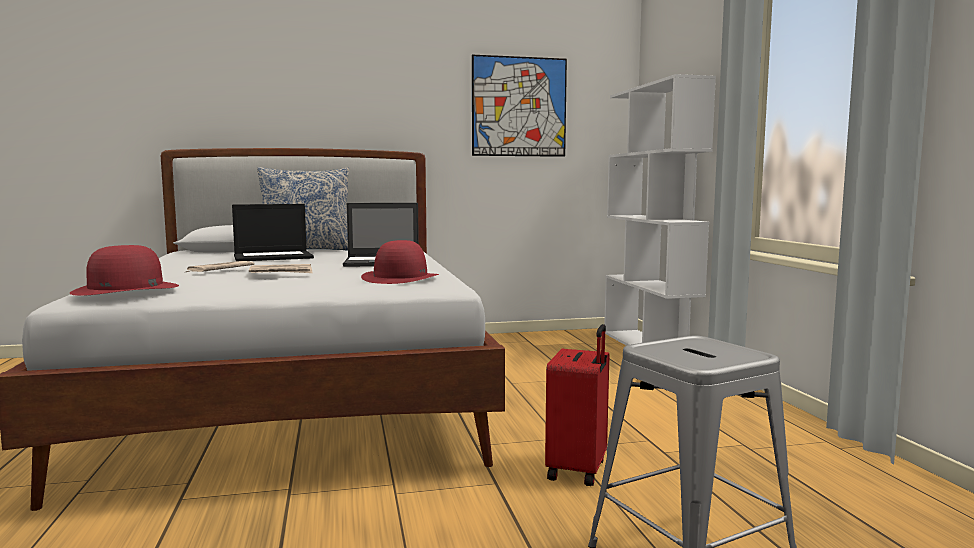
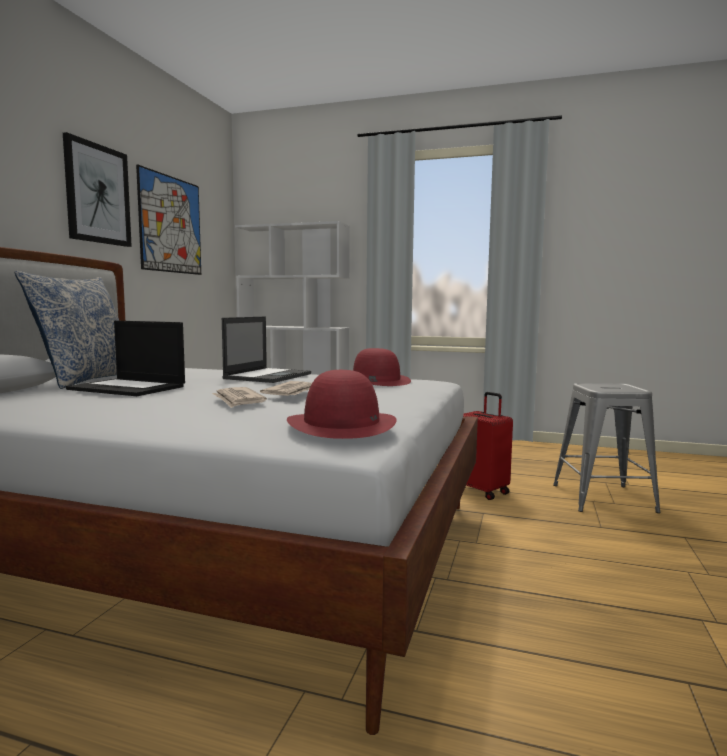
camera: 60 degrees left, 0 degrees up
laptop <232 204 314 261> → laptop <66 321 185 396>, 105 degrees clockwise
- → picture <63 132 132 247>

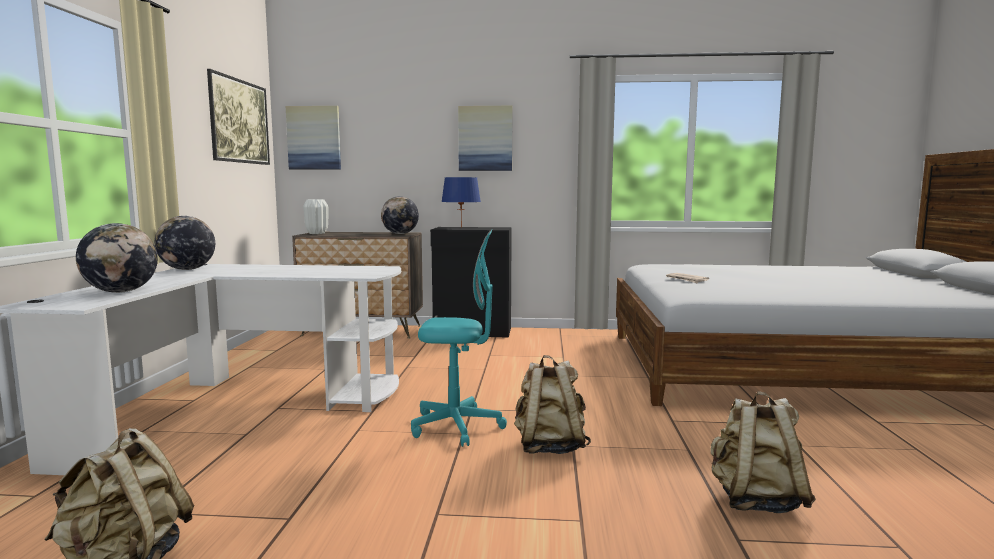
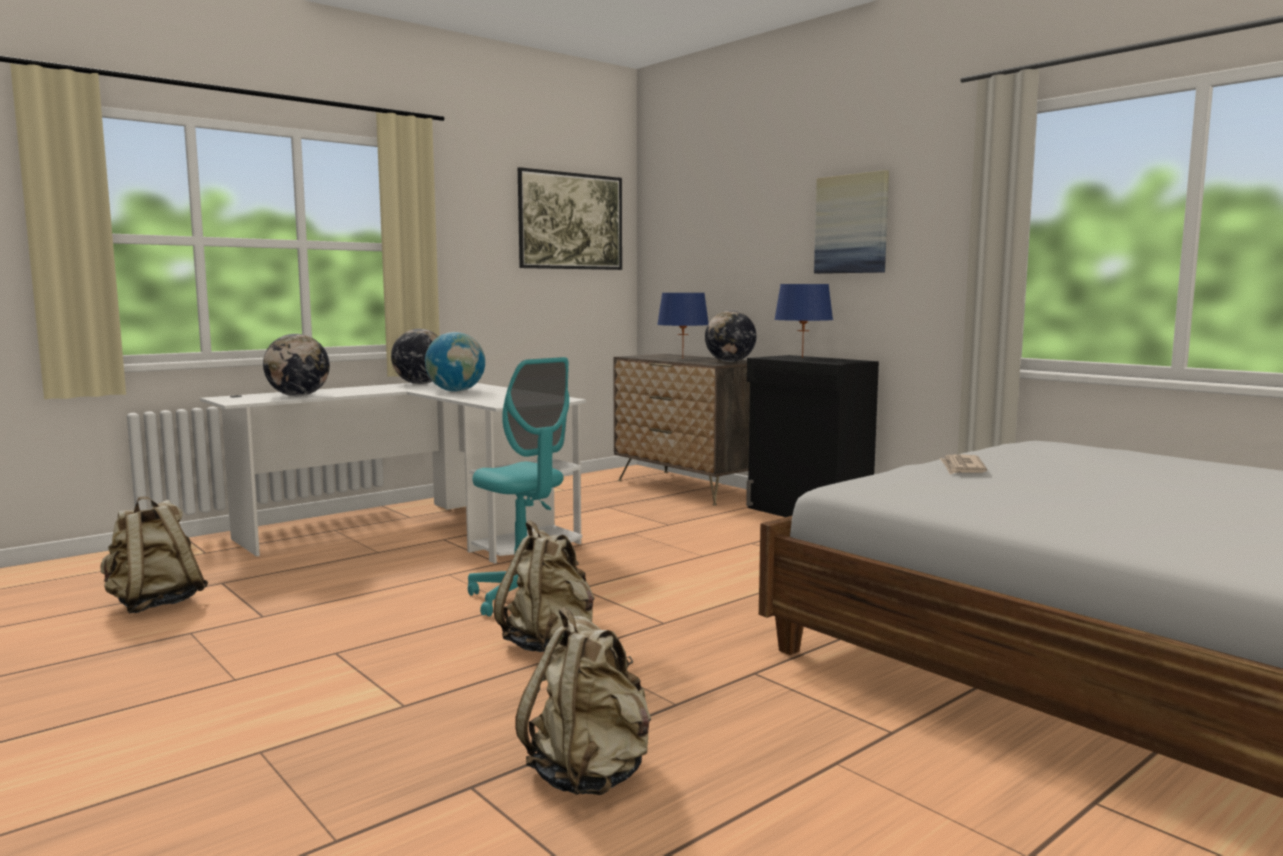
camera: 45 degrees right, 0 degrees up
picture <286 106 341 169> → -
vase in white <303 199 329 234> → -
- → globe <425 332 485 392>
- → table lamp in blue <657 293 708 359>

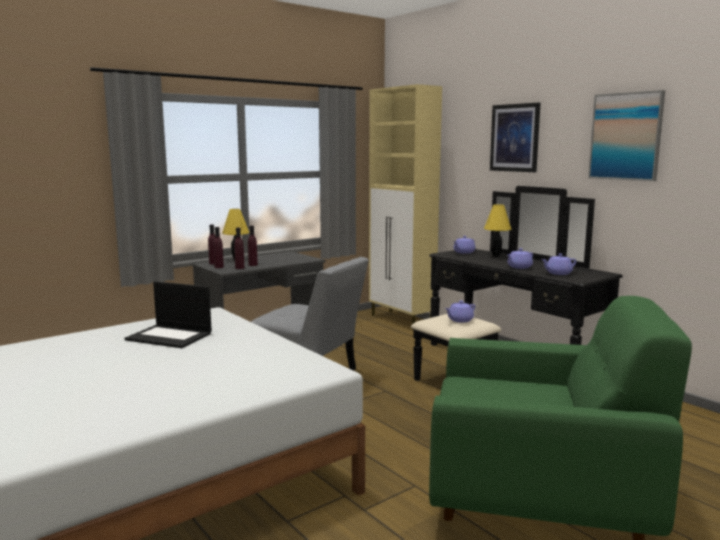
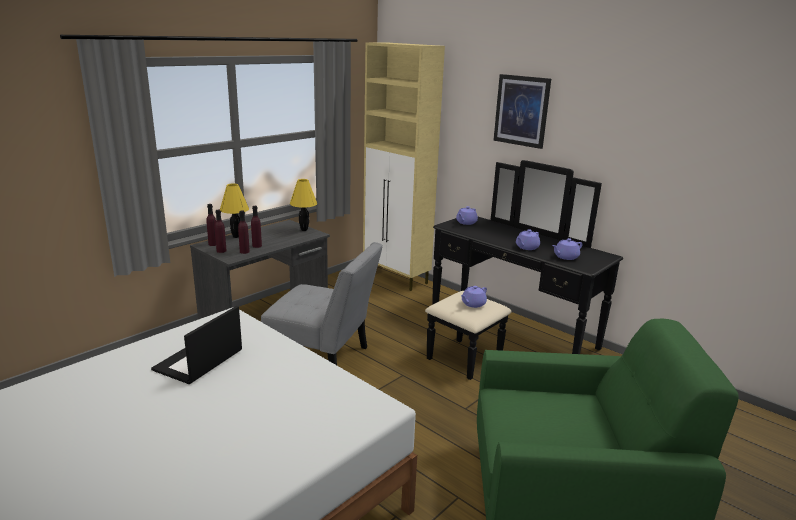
camera: 10 degrees left, 10 degrees up
laptop <125 281 212 348> → laptop <151 306 242 384>, 105 degrees clockwise
table lamp in yellow <484 204 512 257> → table lamp in yellow <290 179 317 231>, moved
picture <588 90 665 181> → -

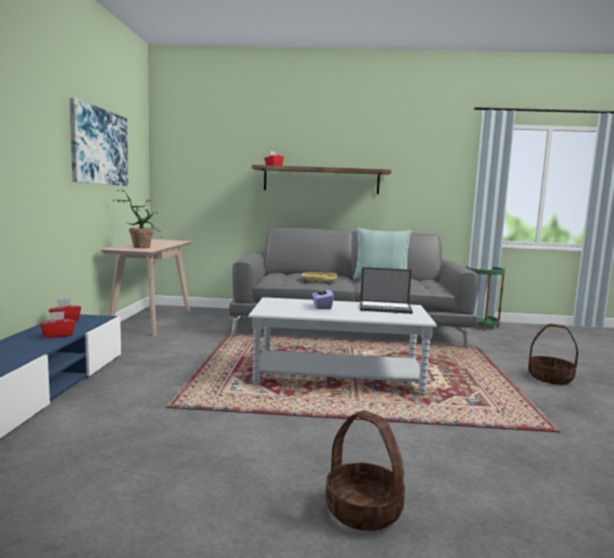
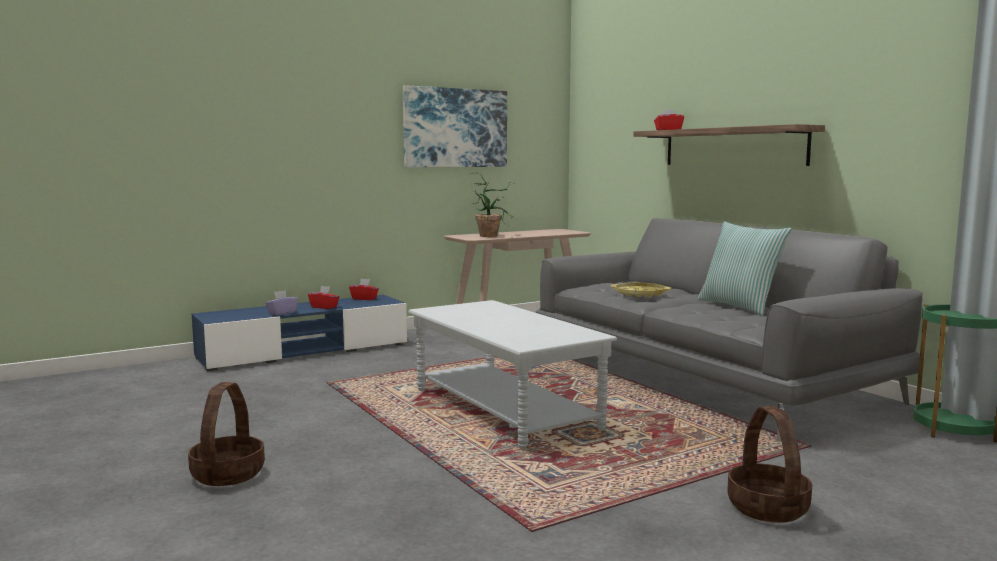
camera: 55 degrees right, 0 degrees up
tissue box in purple <312 286 334 309> → tissue box in purple <265 290 298 315>, moved
laptop <360 267 413 314> → -

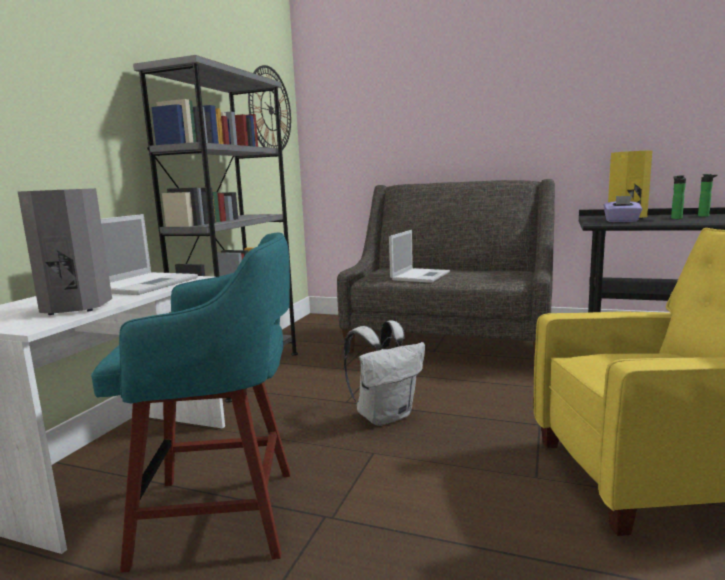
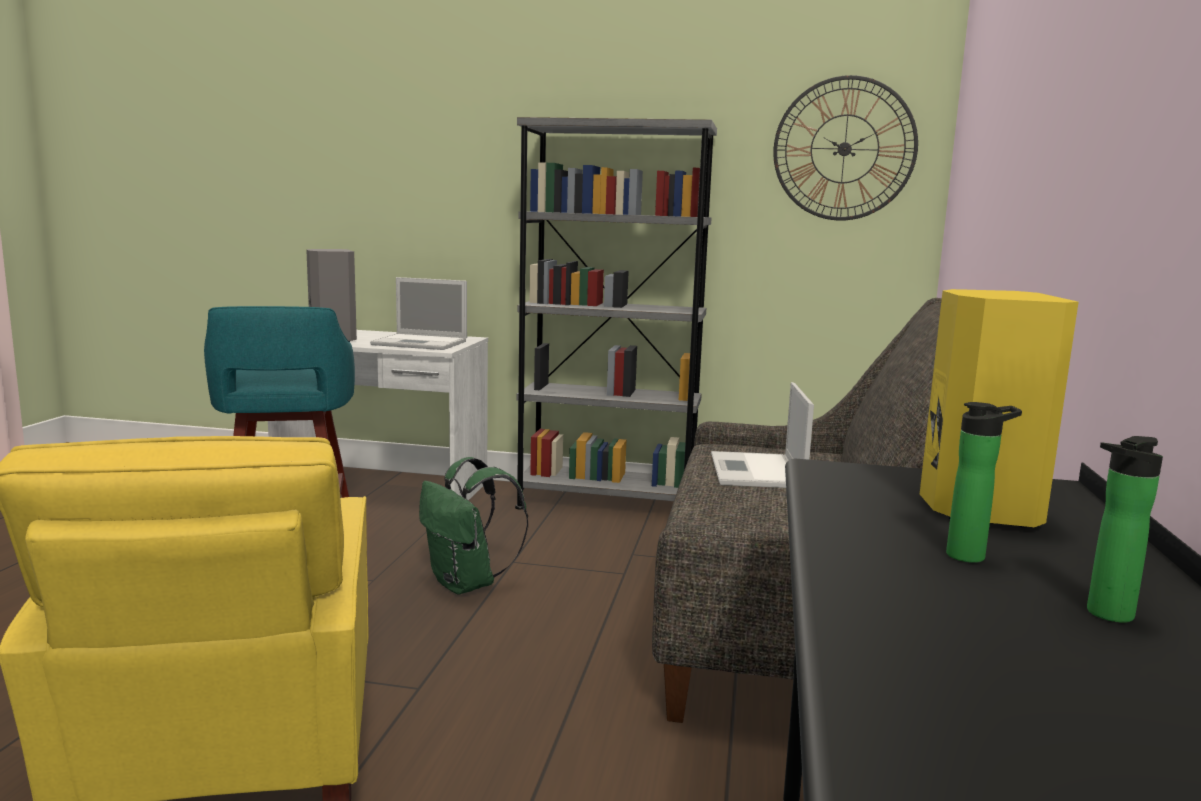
camera: 80 degrees right, 0 degrees up
backpack in white <344 320 425 426> → backpack in green <419 457 528 595>
laptop <389 230 450 283> → laptop <711 382 814 488>, 75 degrees clockwise
tissue box in purple <603 196 642 222> → -

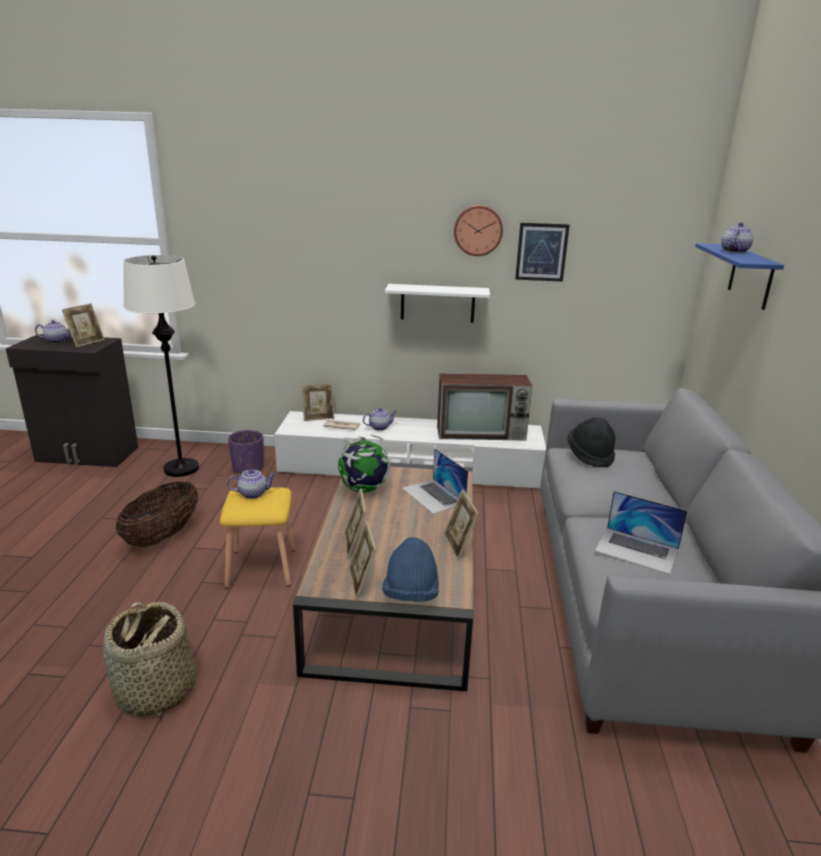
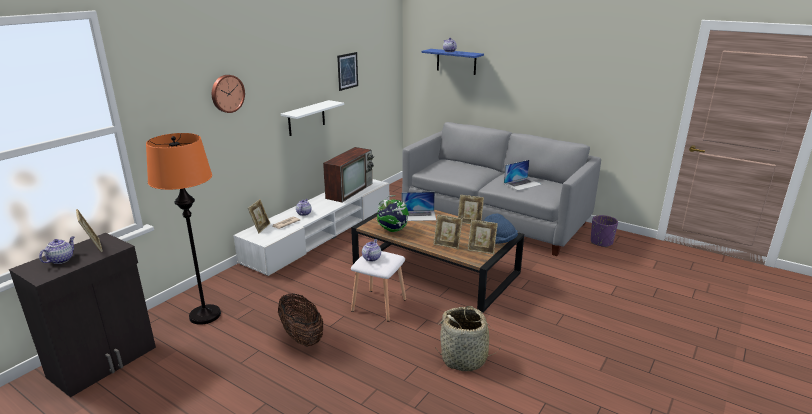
camera: 60 degrees left, 0 degrees up
floor lamp in white <123 255 199 477> → floor lamp in orange <146 133 221 325>
stool in yellow <220 487 295 589> → stool in white <351 251 406 321>
planter in purple <228 430 264 474> → planter in purple <591 215 618 247>, moved
wall clock <454 205 503 256> → wall clock <212 75 245 113>, moved
hat in black <567 417 615 467> → -

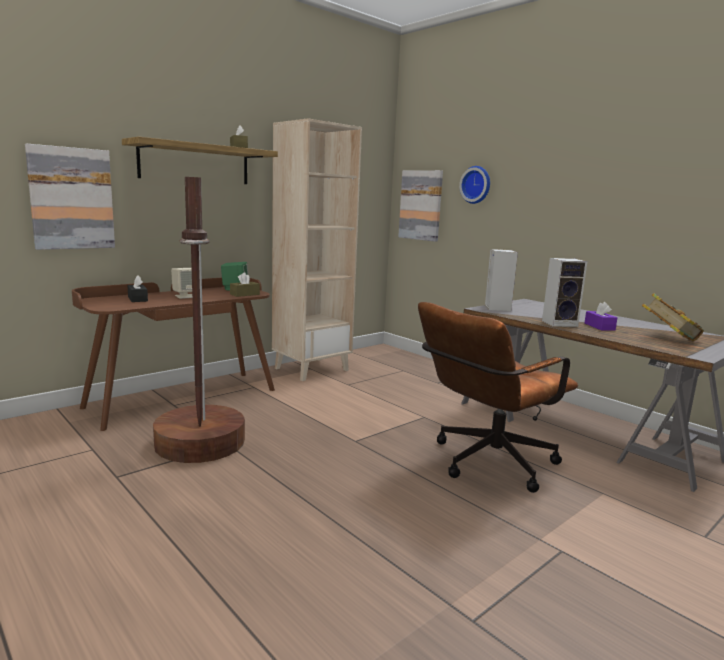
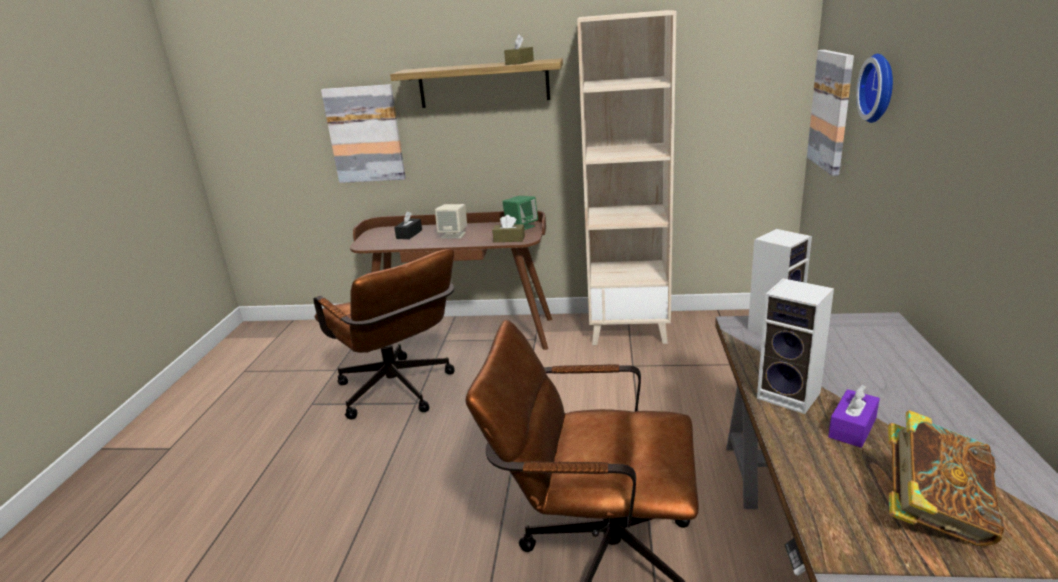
camera: 50 degrees right, 10 degrees up
floor lamp in brown <153 177 245 463> → office chair in brown <314 249 455 420>

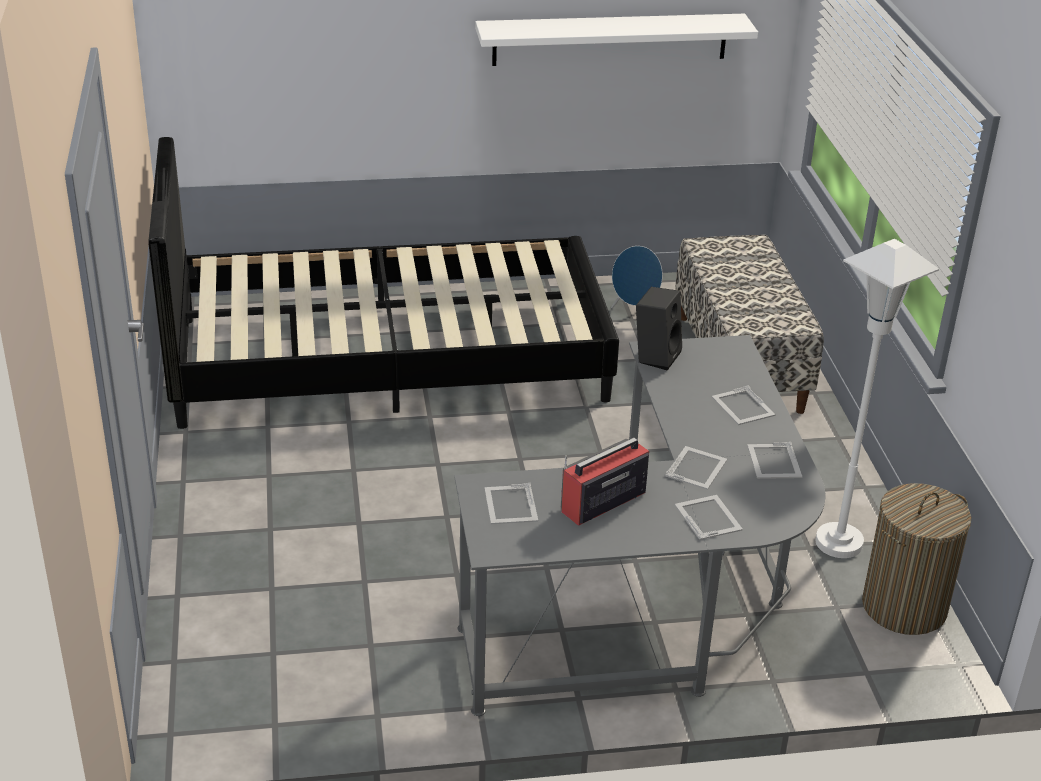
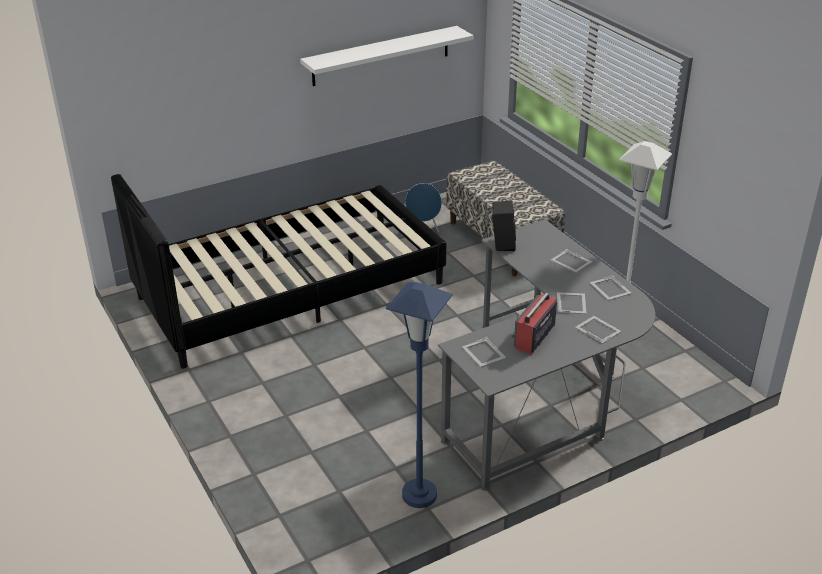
camera: 20 degrees left, 0 degrees up
laundry basket <862 483 971 635> → -
- → floor lamp in blue <386 282 453 508>

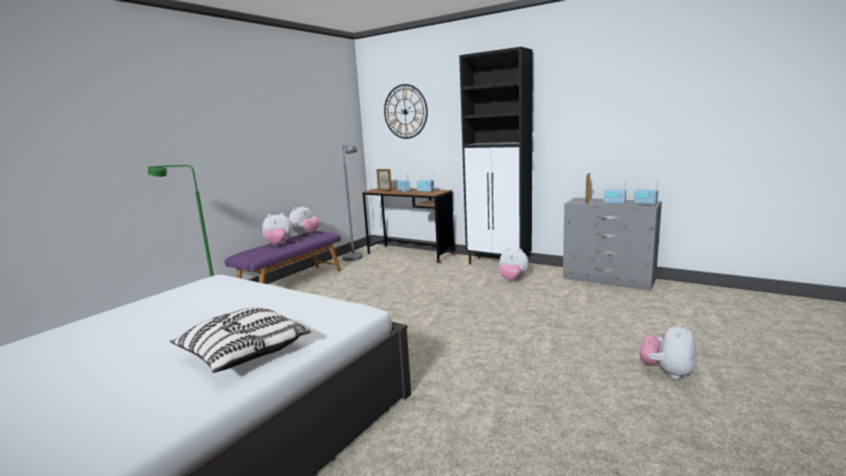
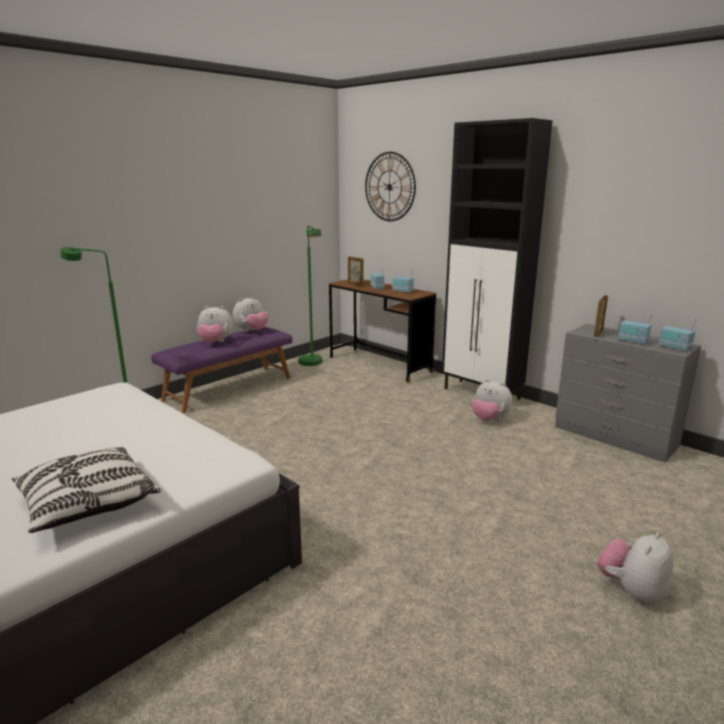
camera: 10 degrees right, 5 degrees up
floor lamp in grey <342 145 363 261> → floor lamp in green <298 225 322 366>

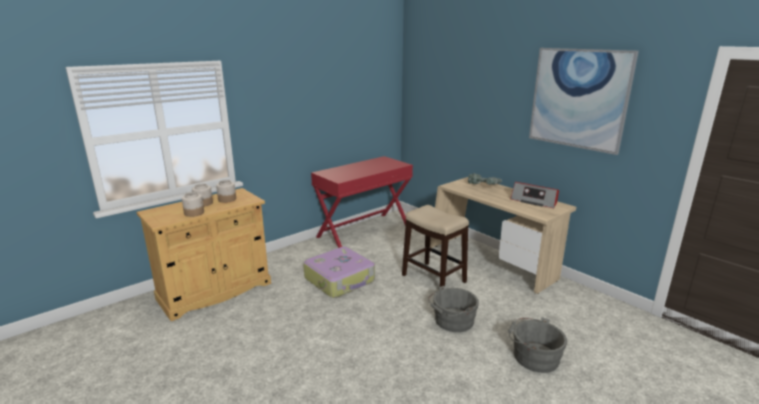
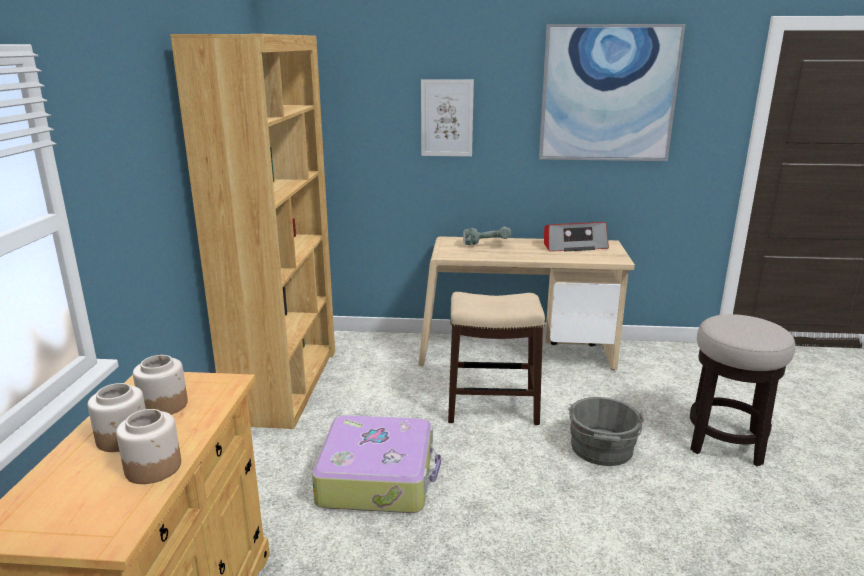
camera: 45 degrees left, 0 degrees up
console table in red <311 156 413 248> → bookcase in brown <170 34 335 429>
bucket in grey <508 317 567 373> → stool <690 314 795 466>
- → picture <421 79 474 157>

